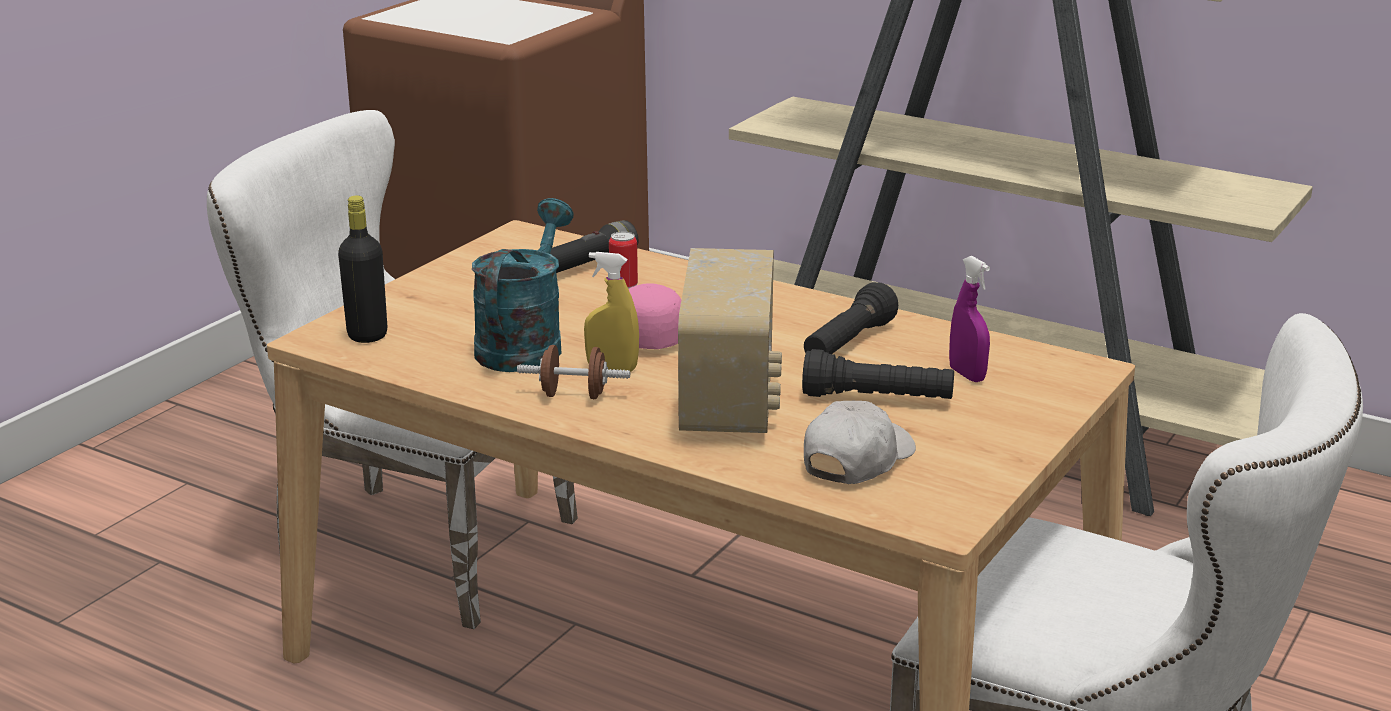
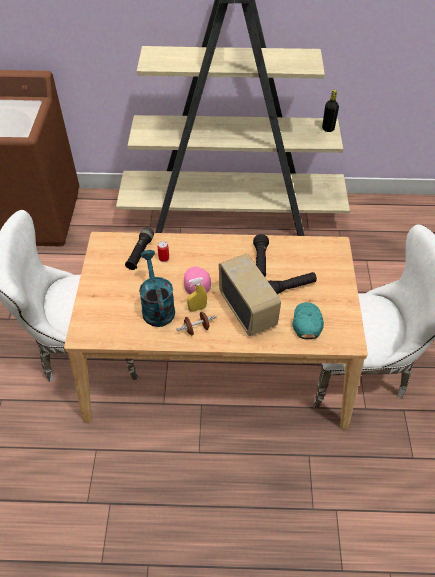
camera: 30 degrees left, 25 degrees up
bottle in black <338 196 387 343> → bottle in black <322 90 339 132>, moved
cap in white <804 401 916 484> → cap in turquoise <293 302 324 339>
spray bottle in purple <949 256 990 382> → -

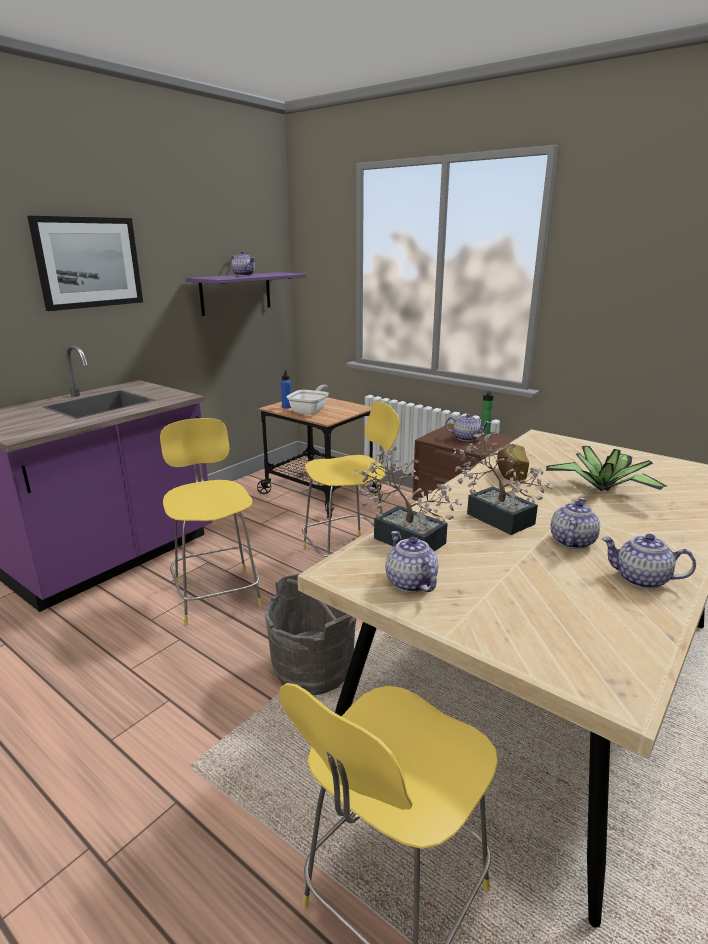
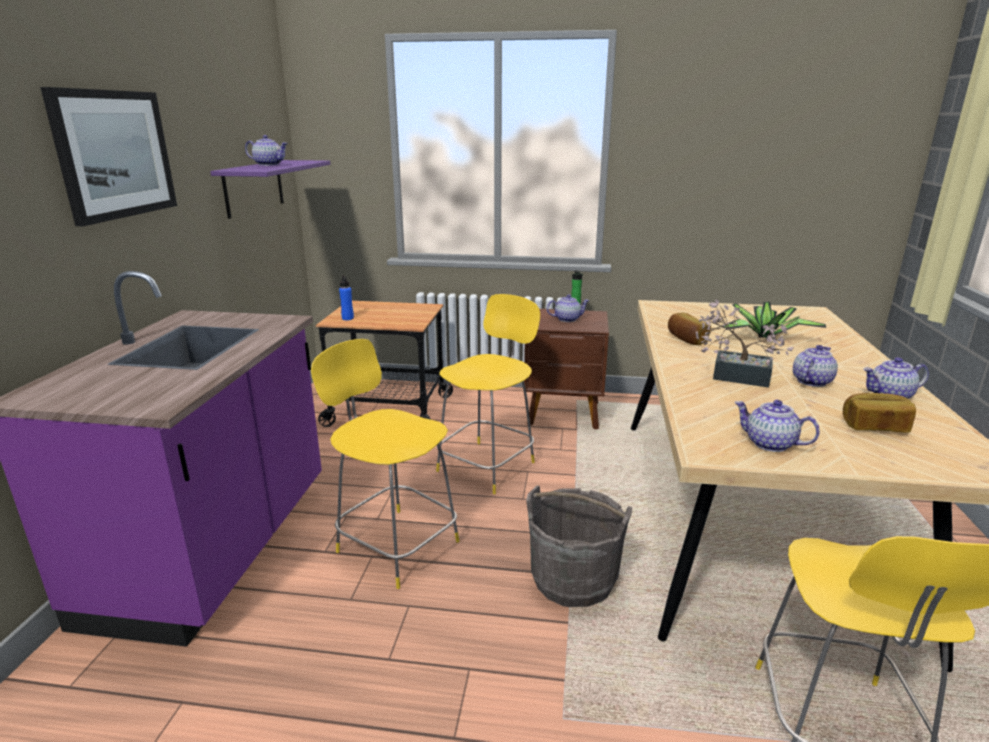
camera: 30 degrees left, 0 degrees up
frying pan <286 385 329 415> → -
potted plant <354 447 463 551> → -
teapot <551 498 600 549> → teapot <793 345 838 387>, 45 degrees clockwise
- → bread <843 393 916 433>

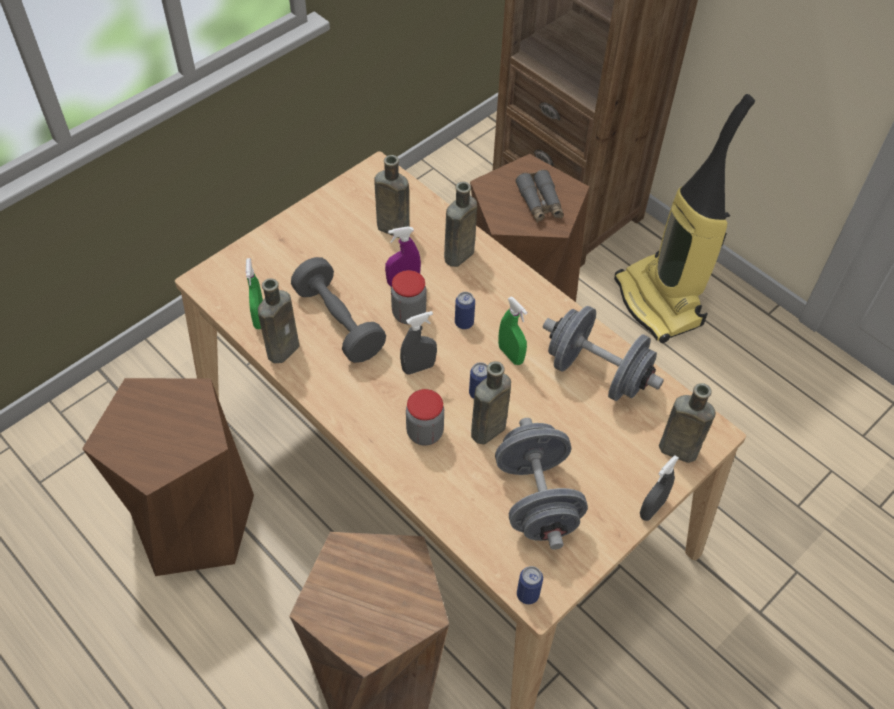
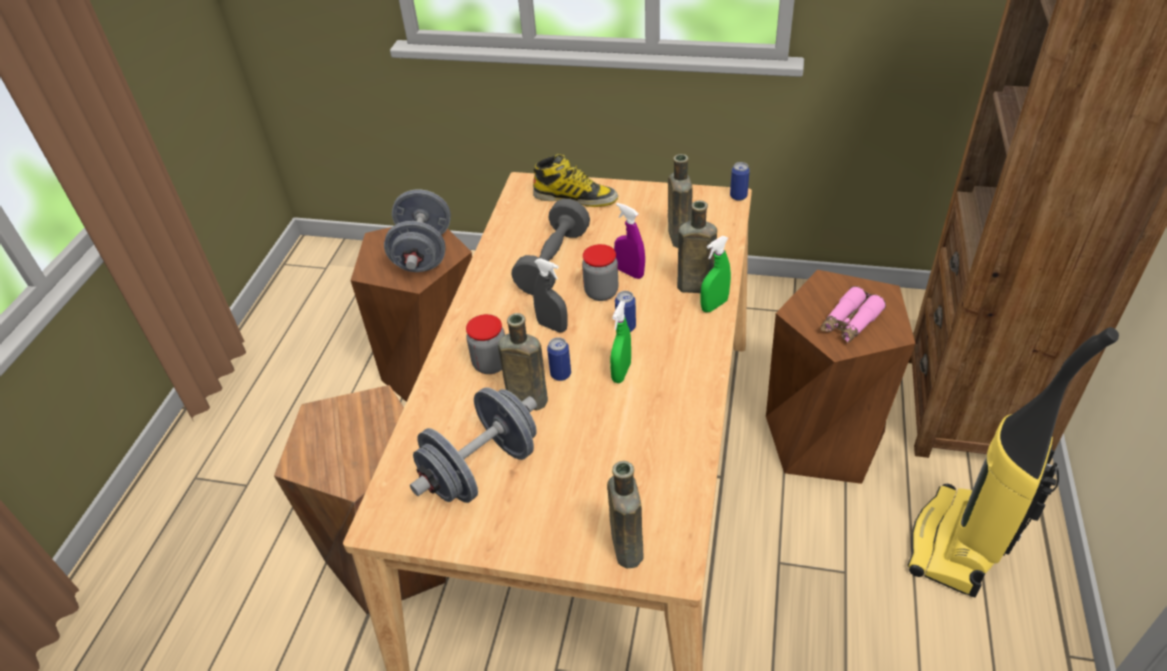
camera: 60 degrees right, 10 degrees down
spray bottle in green <246 258 263 329> → spray bottle in green <701 236 731 313>, moved
bottle in brown <258 278 300 363> → -
binoculars in grey <515 170 564 223> → binoculars in pink <820 286 886 343>
can <517 566 543 604> → can <730 162 750 201>, moved
dumbbell in grey <543 306 664 401> → dumbbell in grey <384 190 451 272>, moved
spray bottle in grey <640 455 679 521> → -
- → boot <533 154 618 207>

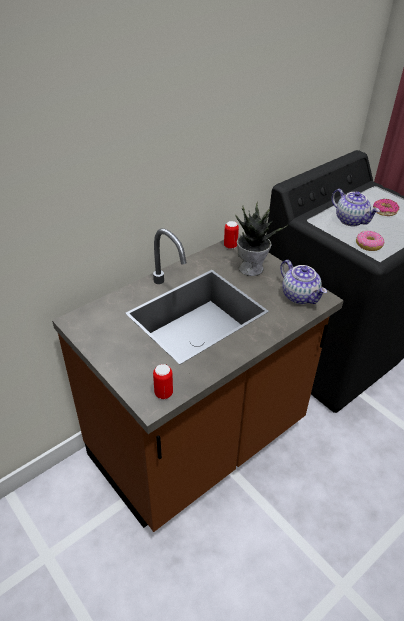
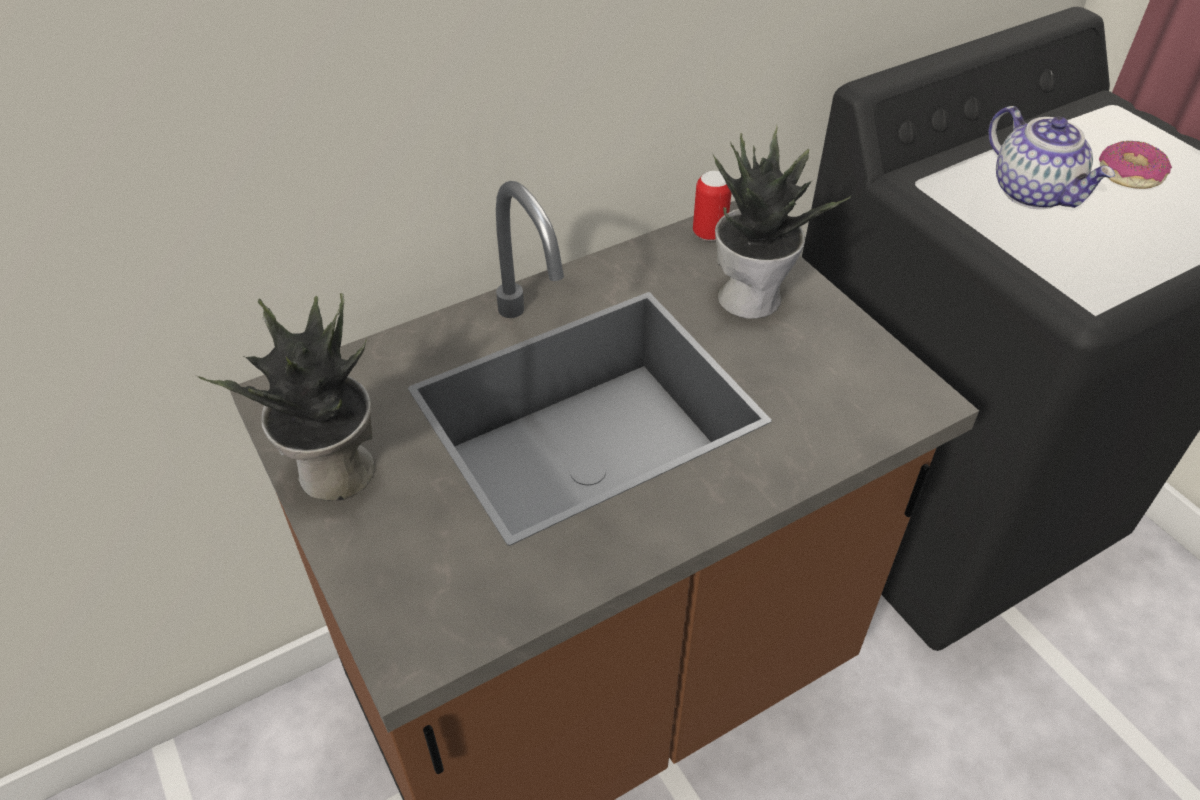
camera: 10 degrees right, 5 degrees up
can <153 364 173 399> → -
teapot <280 260 327 304> → -
donut <356 230 385 251> → -
- → potted plant <197 293 375 501>

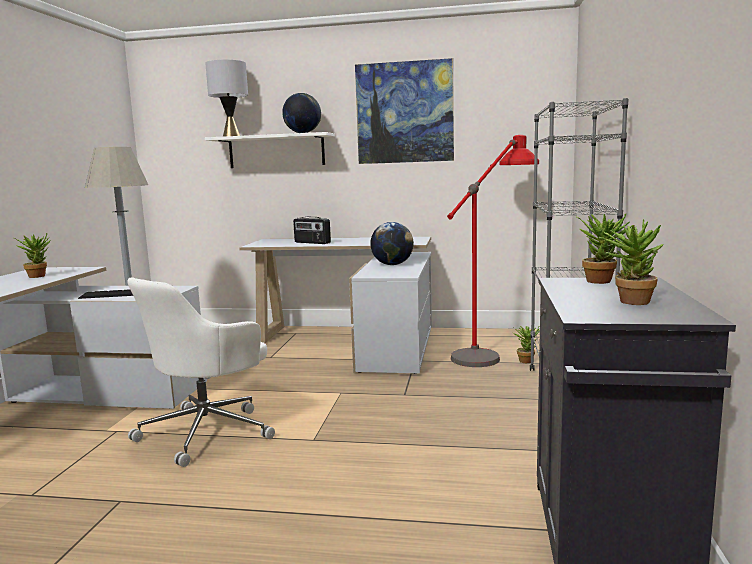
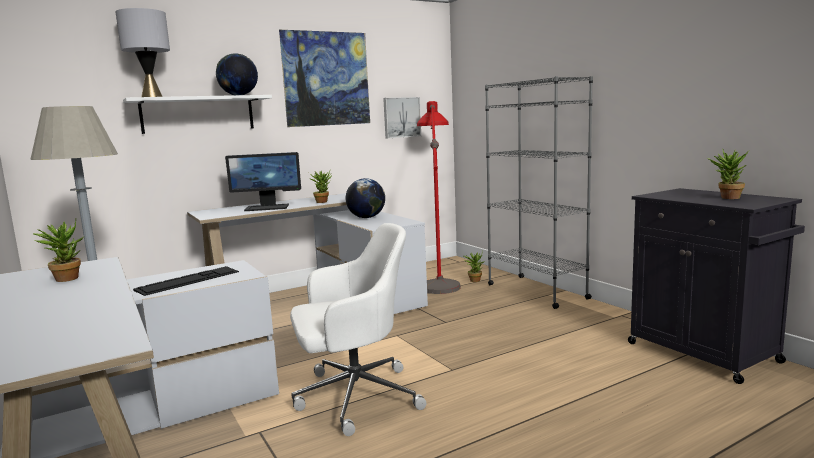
camera: 40 degrees left, 0 degrees up
office chair in white <127 277 275 467> → office chair in white <290 223 427 436>, 105 degrees counterclockwise
radio <293 217 331 244> → monitor <225 152 301 211>
potted plant <577 214 632 284> → potted plant <309 171 332 203>, moved
- → picture <383 97 421 138>

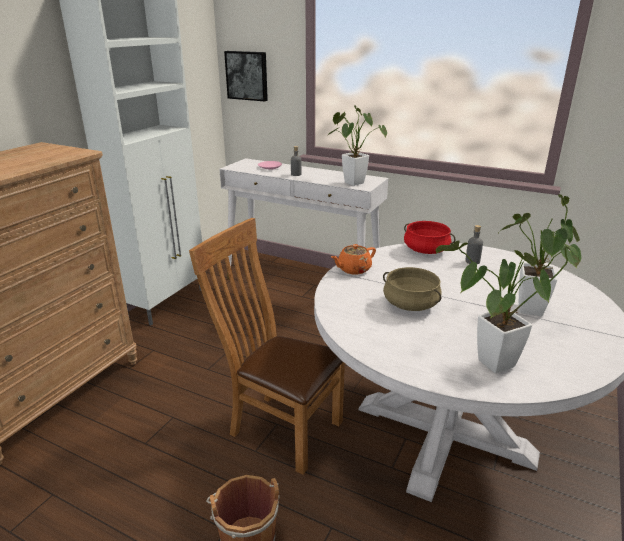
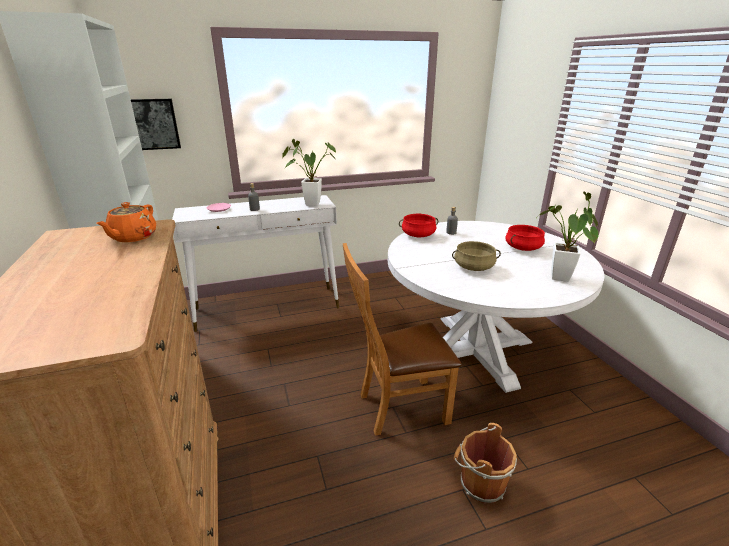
camera: 45 degrees left, 0 degrees up
teapot in orange <331 244 376 274> → teapot in orange <96 202 156 242>, moved
potted plant <497 194 581 316> → cooking pot in red <506 225 545 251>

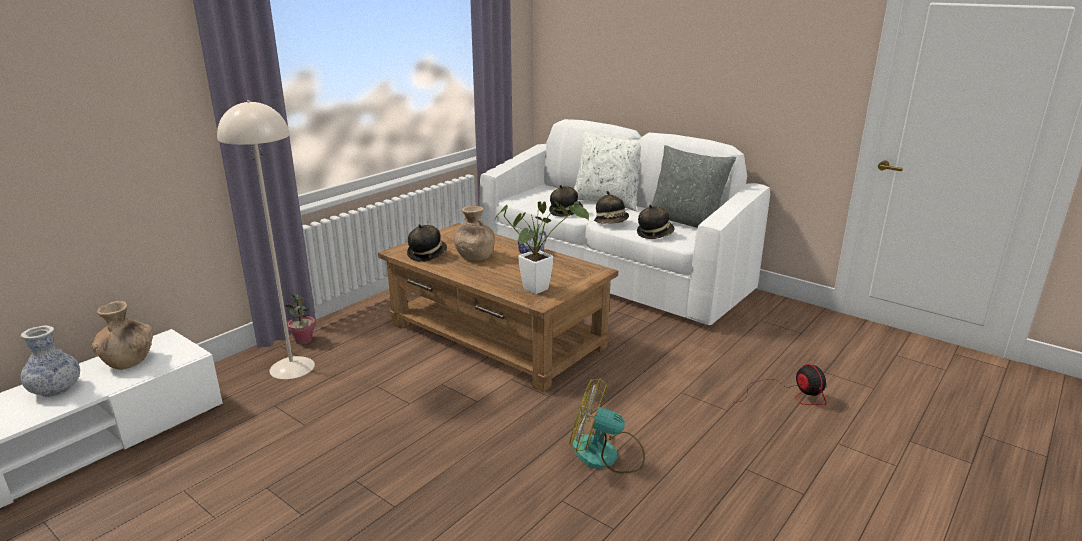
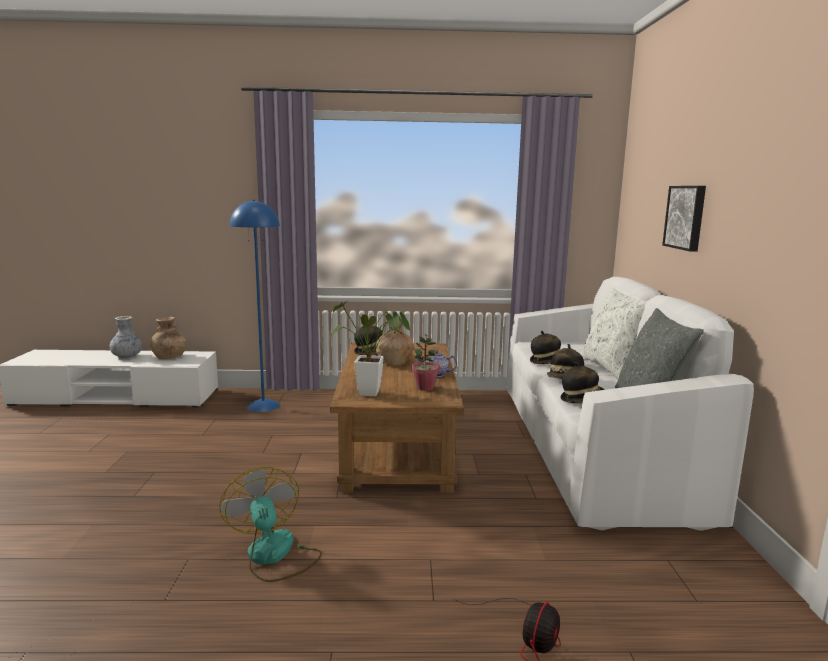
camera: 50 degrees right, 10 degrees down
floor lamp in beige <217 100 315 379> → floor lamp in blue <230 200 280 412>
potted plant <285 294 315 345> → potted plant <411 334 440 391>, moved
- → picture <662 186 706 252>

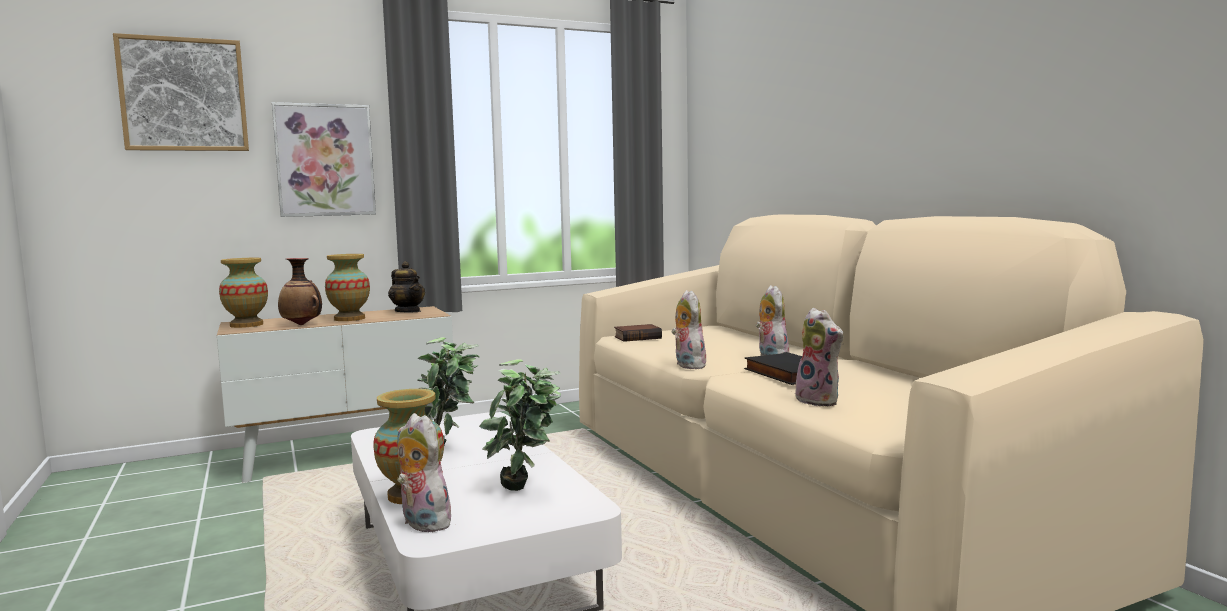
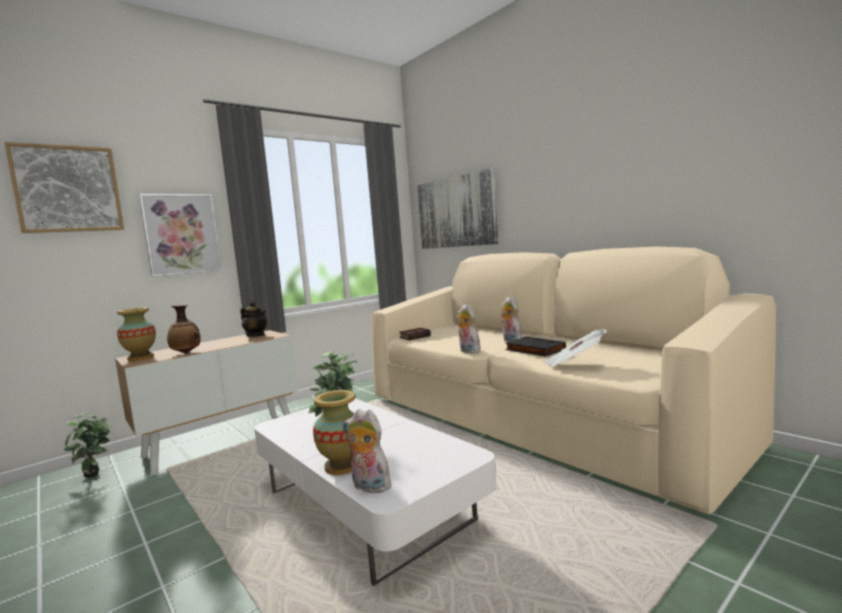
camera: 15 degrees left, 0 degrees up
vase <325 254 370 321> → -
potted plant <479 359 561 491> → potted plant <64 414 112 478>, moved
plush toy <795 308 844 406> → newspaper <543 329 607 367>
- → picture <417 168 498 249>

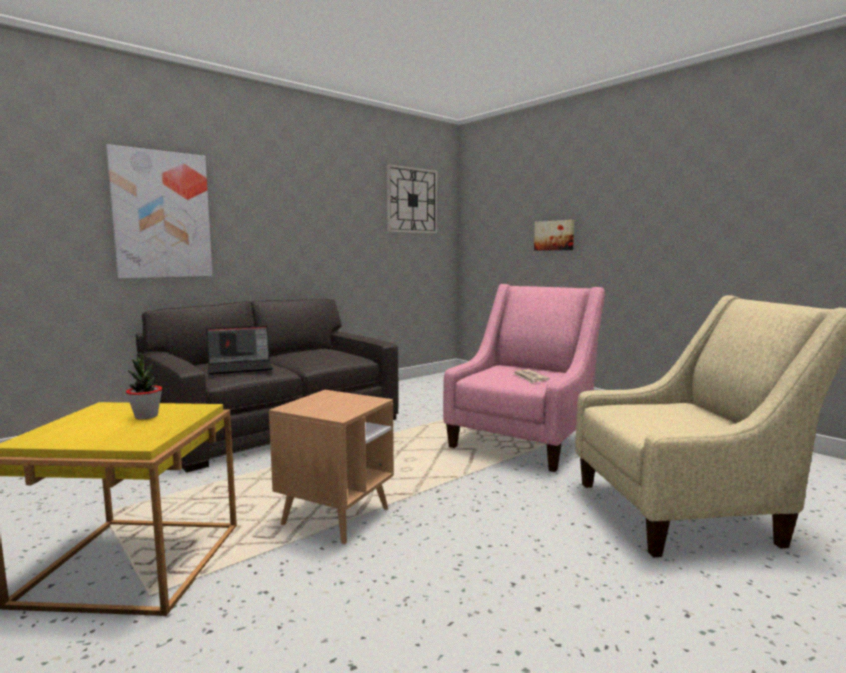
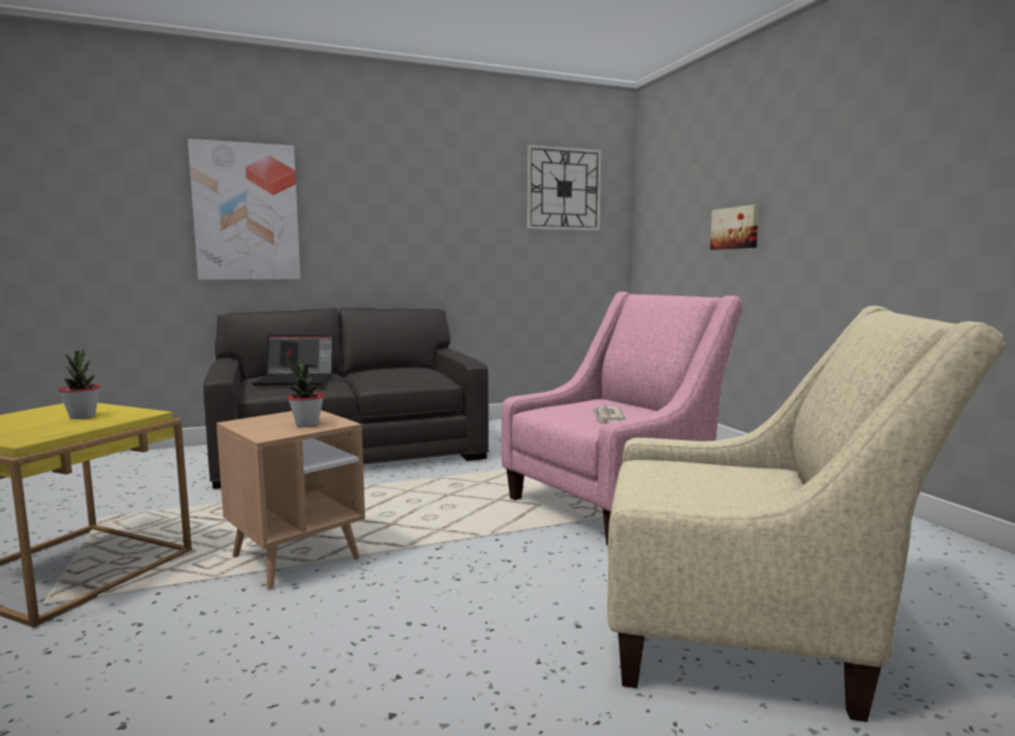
camera: 20 degrees right, 0 degrees up
- → potted plant <287 360 324 427>

